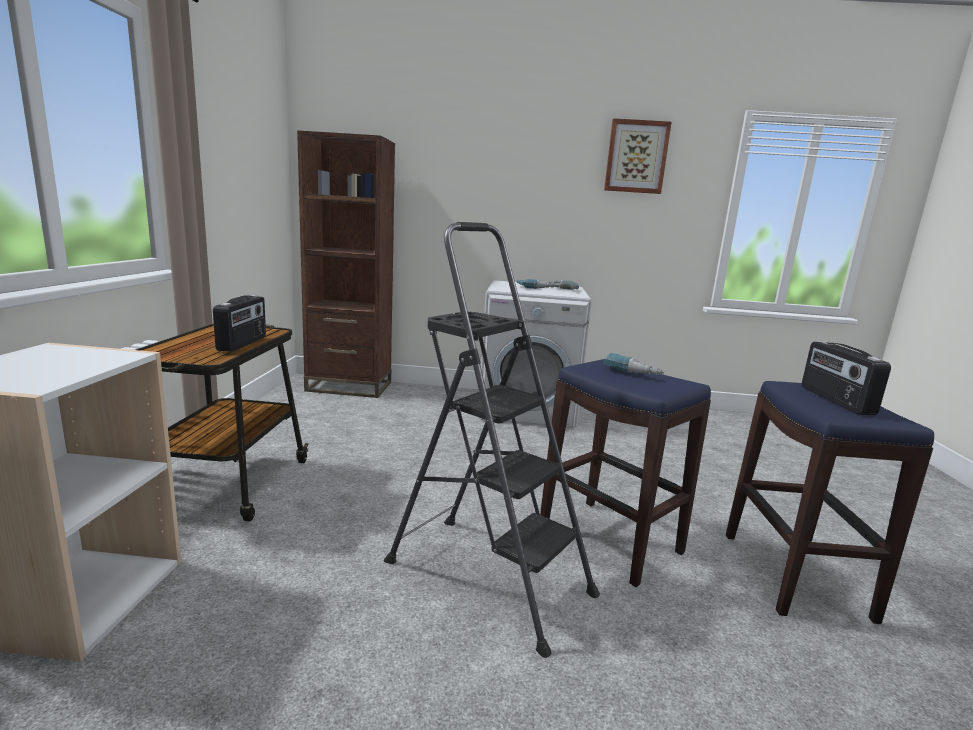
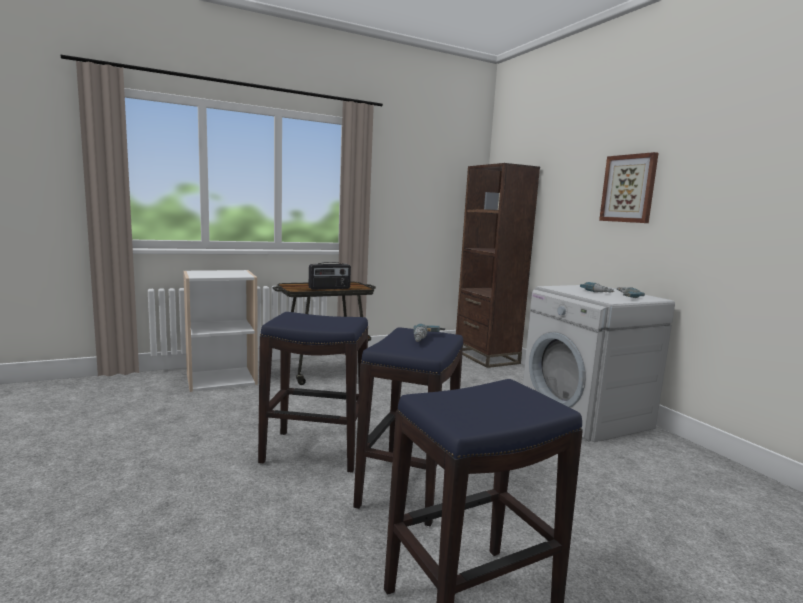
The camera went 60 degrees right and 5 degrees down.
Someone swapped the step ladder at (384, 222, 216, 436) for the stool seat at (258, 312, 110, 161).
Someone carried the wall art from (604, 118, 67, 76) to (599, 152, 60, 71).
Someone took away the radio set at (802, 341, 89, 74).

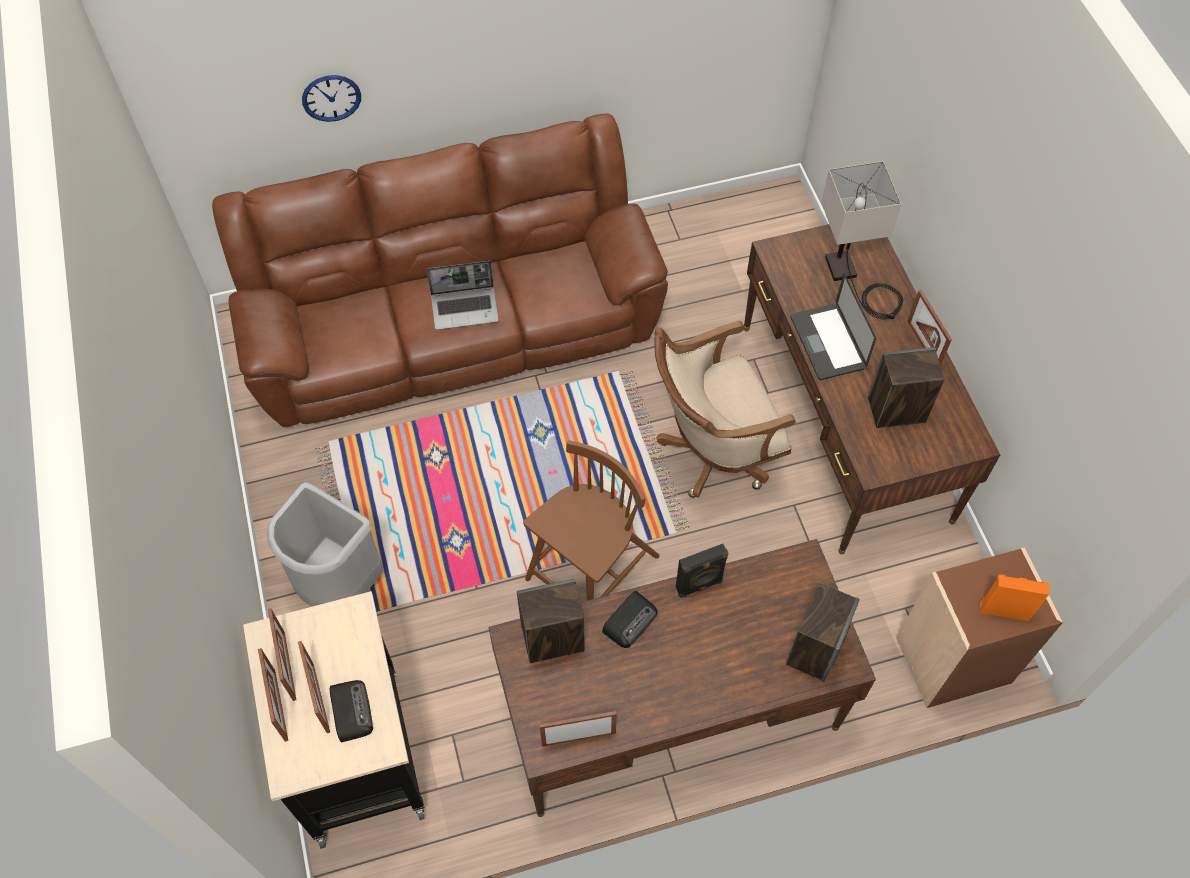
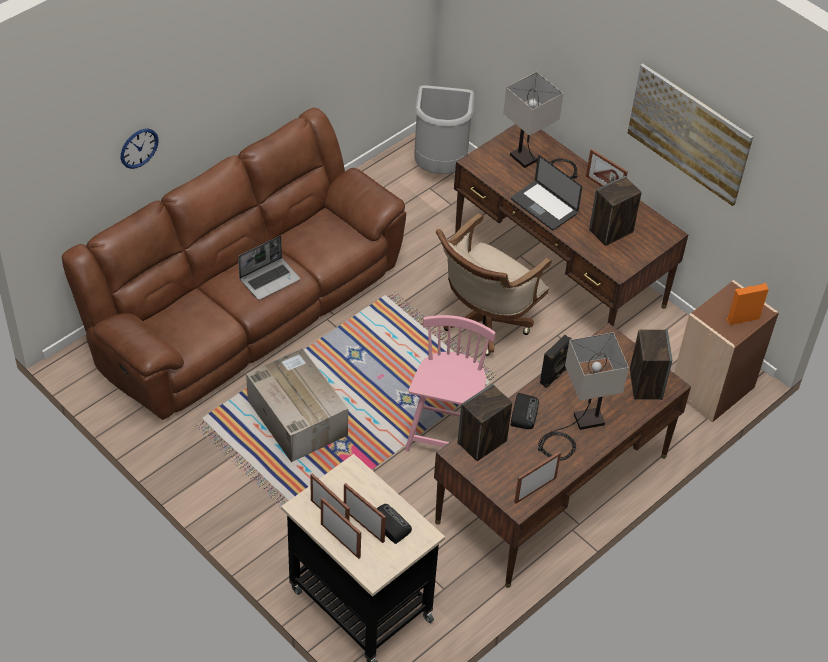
The camera went 30 degrees left and 10 degrees down.
Someone carried the grey waste bin from (267, 482, 116, 125) to (414, 85, 61, 89).
Someone repainted the brownish plain chair at (523, 440, 137, 160), which became the pink-coloured plain chair at (405, 315, 91, 136).
Someone put down the carton at (246, 348, 102, 114).
Someone put down the tabletop lamp at (538, 332, 91, 128).
Someone put up the wall art at (628, 63, 125, 143).

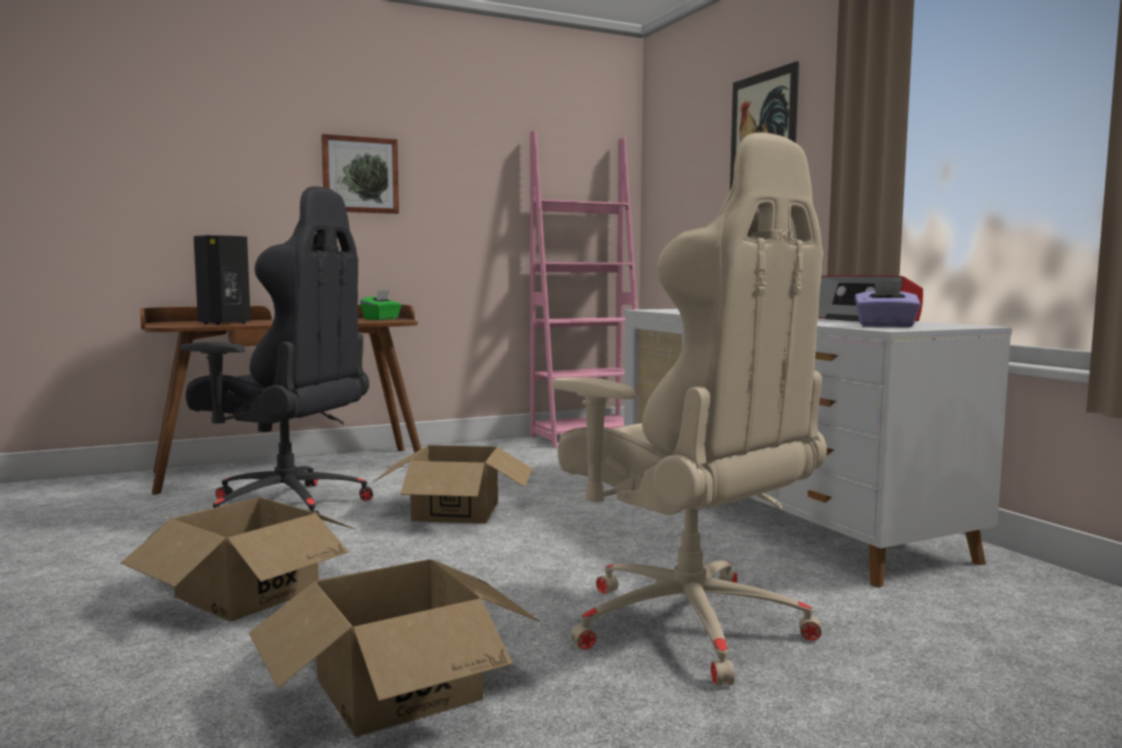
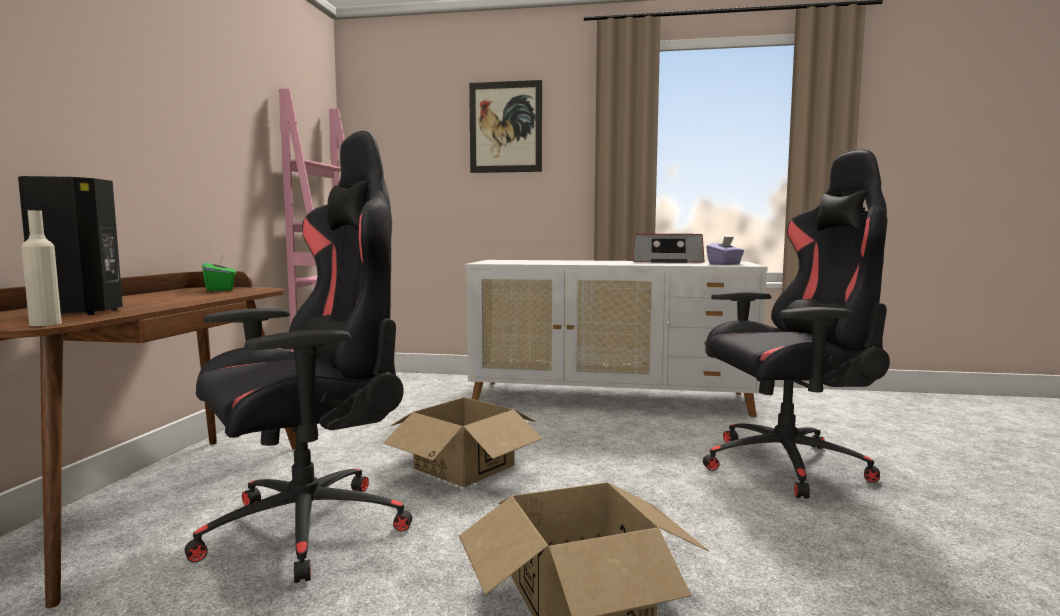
The camera went 55 degrees left and 0 degrees up.
Someone took away the carton at (249, 559, 291, 178).
Someone took away the wall art at (321, 134, 78, 80).
Someone repainted the beige desk chair at (552, 132, 275, 554), which became the black-coloured desk chair at (703, 149, 187, 350).
Someone put down the beige bottle at (21, 210, 41, 116).

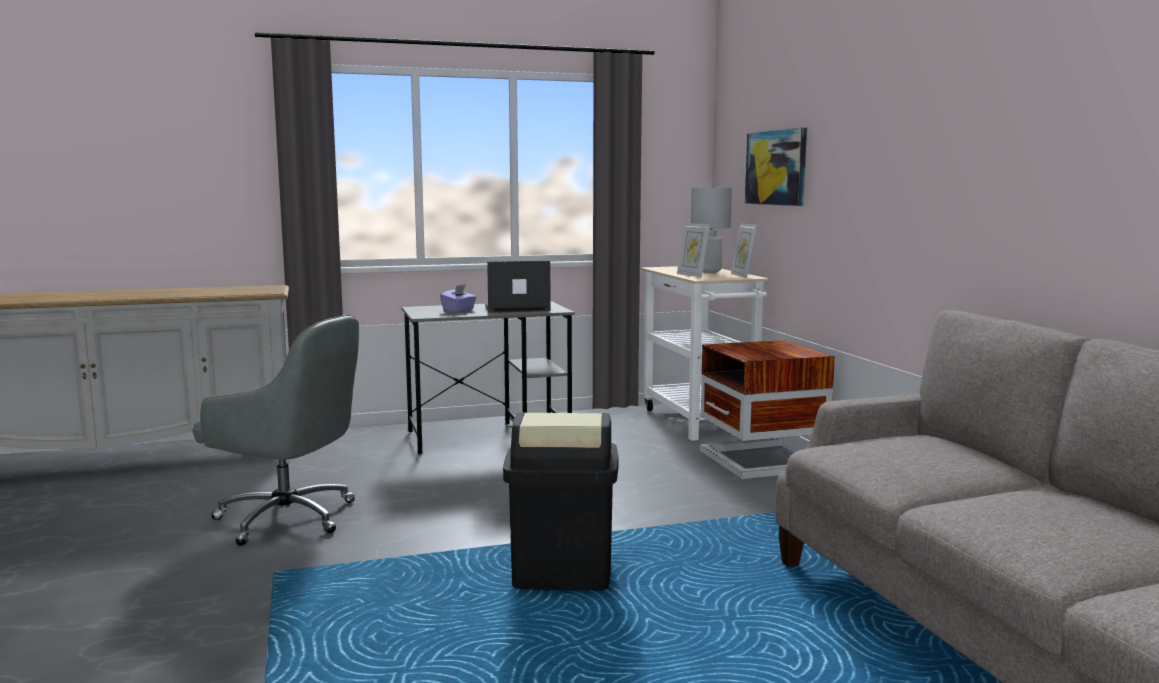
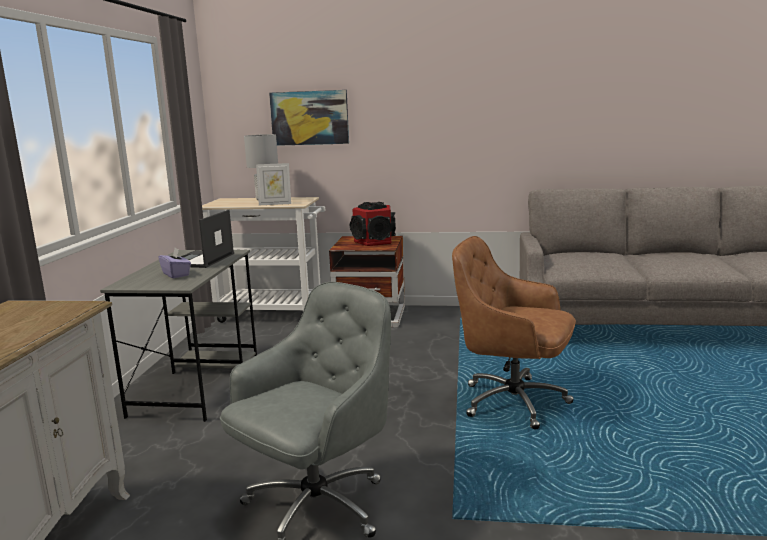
The camera went 65 degrees left and 5 degrees up.
Someone swapped the black-coloured waste bin at (503, 412, 115, 178) for the brownish desk chair at (452, 236, 124, 193).
Someone took away the standing frame at (731, 223, 26, 55).
Someone put down the audio speaker at (350, 202, 46, 44).

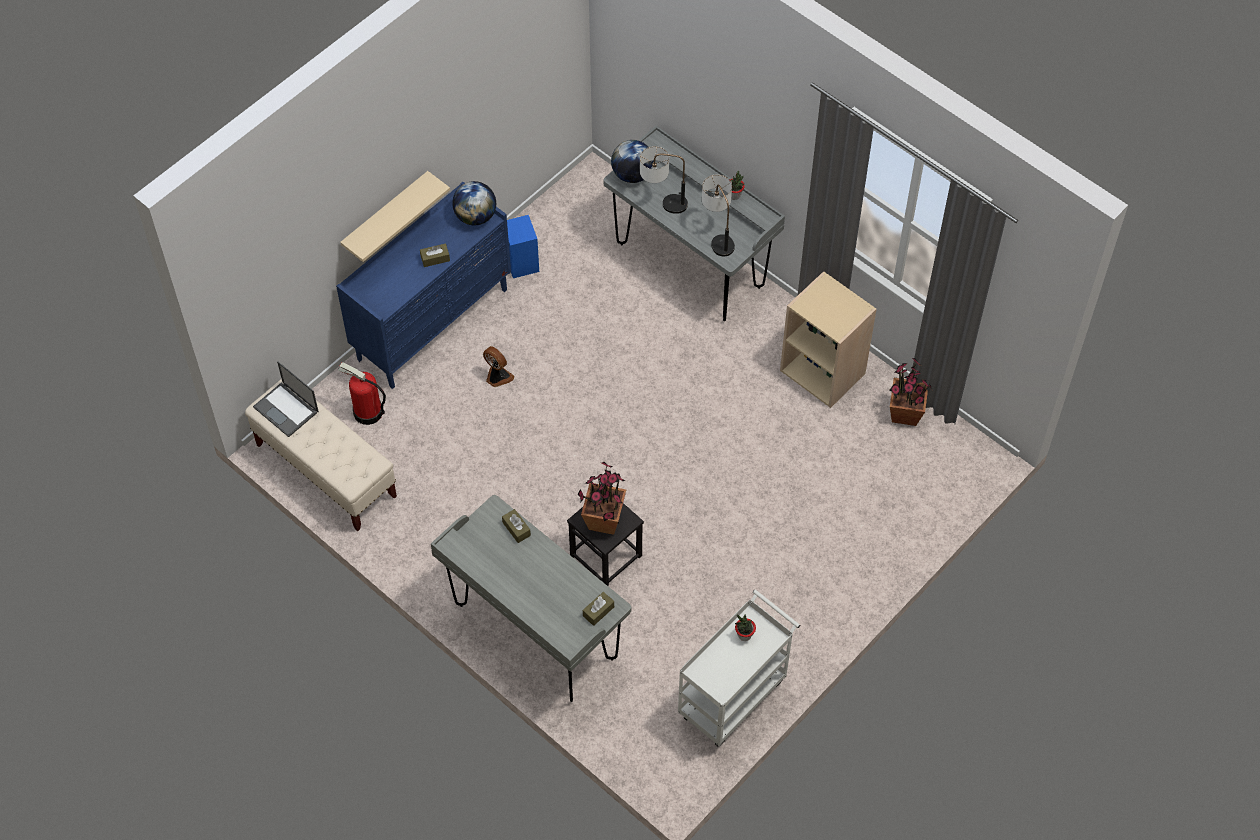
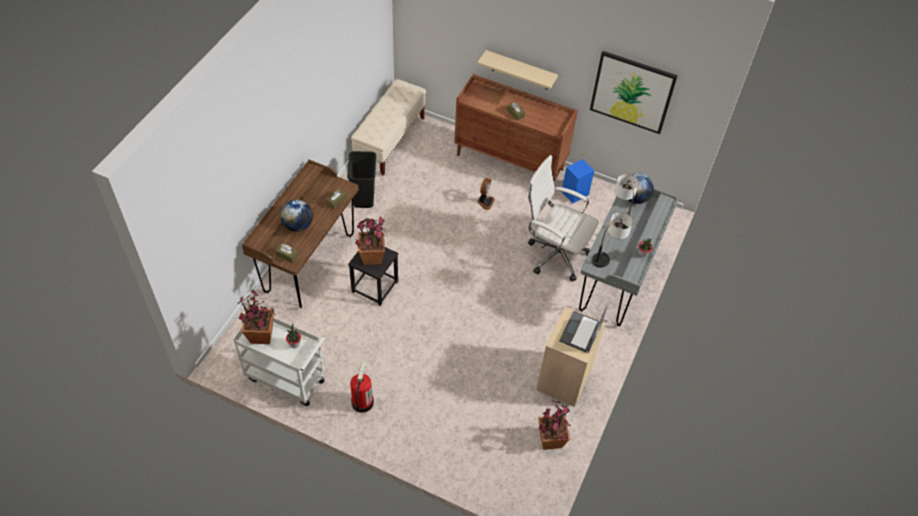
The camera went 70 degrees right and 5 degrees down.
Someone carried the portable computer from (253, 362, 66, 75) to (559, 307, 48, 46).
Someone repainted the bluish cabinet at (336, 182, 175, 207), which became the brownish cabinet at (454, 74, 124, 107).
Someone carried the fire extinguisher from (338, 362, 48, 63) to (350, 360, 24, 53).
Someone repainted the grey desk unit at (431, 495, 200, 207), which became the brownish desk unit at (242, 160, 117, 148).
Someone carried the globe from (452, 181, 44, 44) to (280, 200, 33, 32).
Someone put down the plant in a pot at (238, 290, 37, 54).
Someone put down the black-coloured waste bin at (347, 151, 29, 57).
Someone put down the white-coloured desk chair at (528, 155, 71, 126).
Someone put up the wall art at (590, 51, 88, 83).

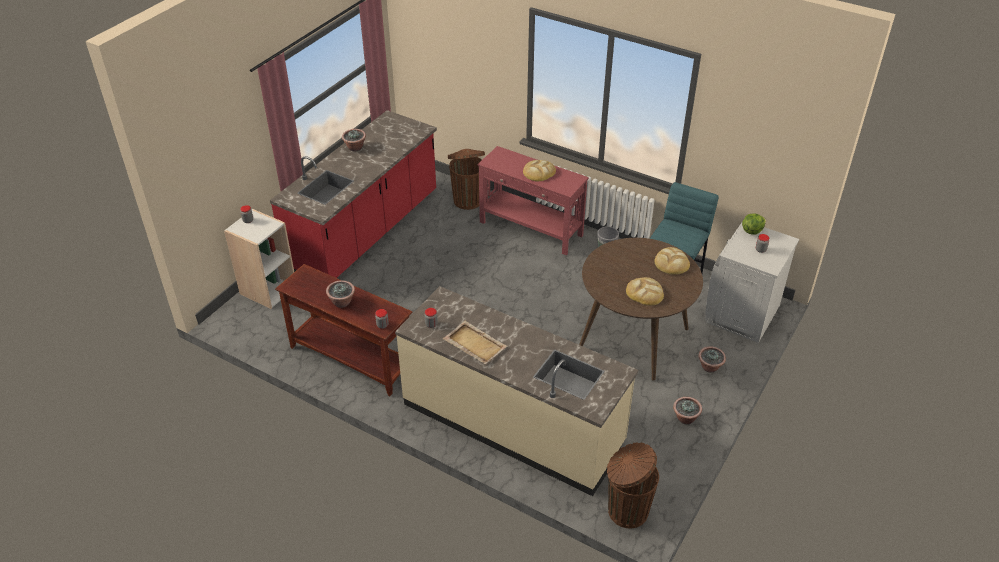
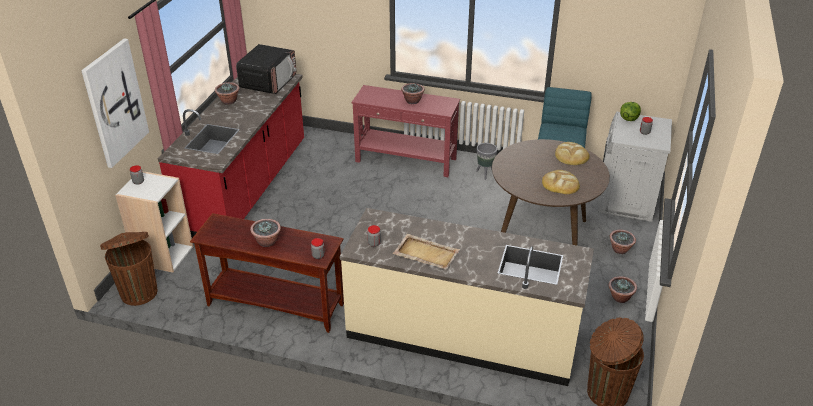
The camera went 15 degrees left and 5 degrees down.
Someone carried the brownish waste bin from (448, 149, 37, 61) to (100, 232, 57, 74).
Someone swapped the bread at (523, 160, 33, 22) for the plant in a pot at (401, 83, 24, 21).
Someone put up the wall art at (81, 38, 68, 130).
Someone put down the microwave at (236, 44, 60, 50).

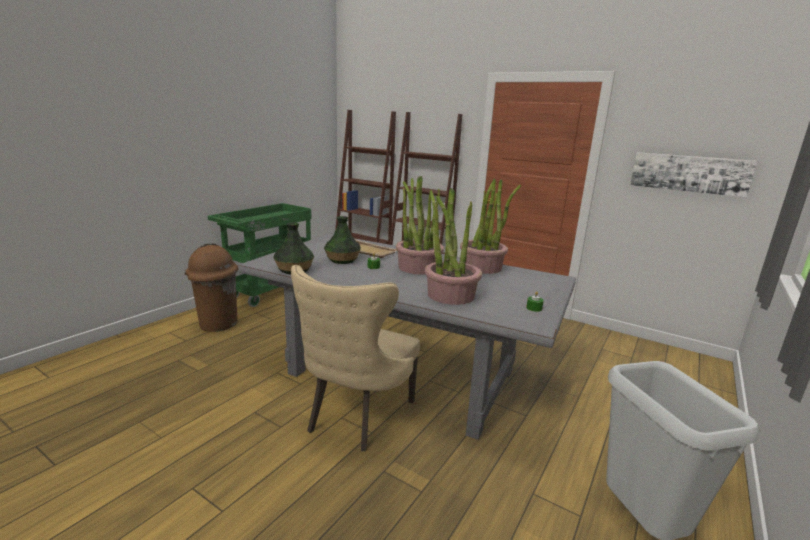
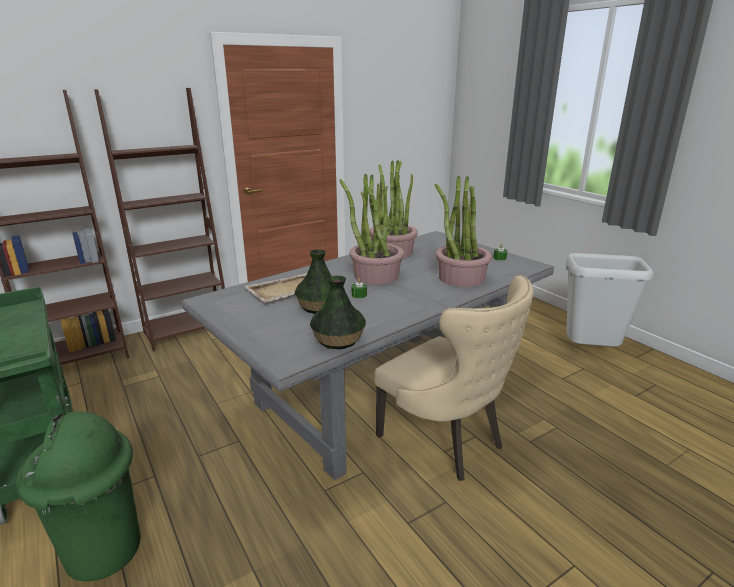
The camera went 65 degrees left and 5 degrees up.
Someone repainted the brownish waste bin at (185, 243, 53, 89), which became the green waste bin at (16, 412, 124, 169).
Someone took away the wall art at (630, 152, 127, 45).

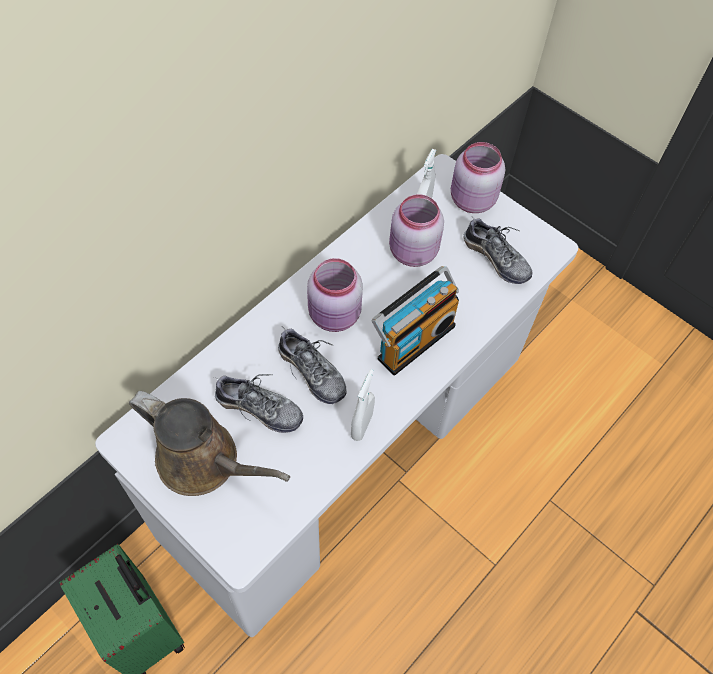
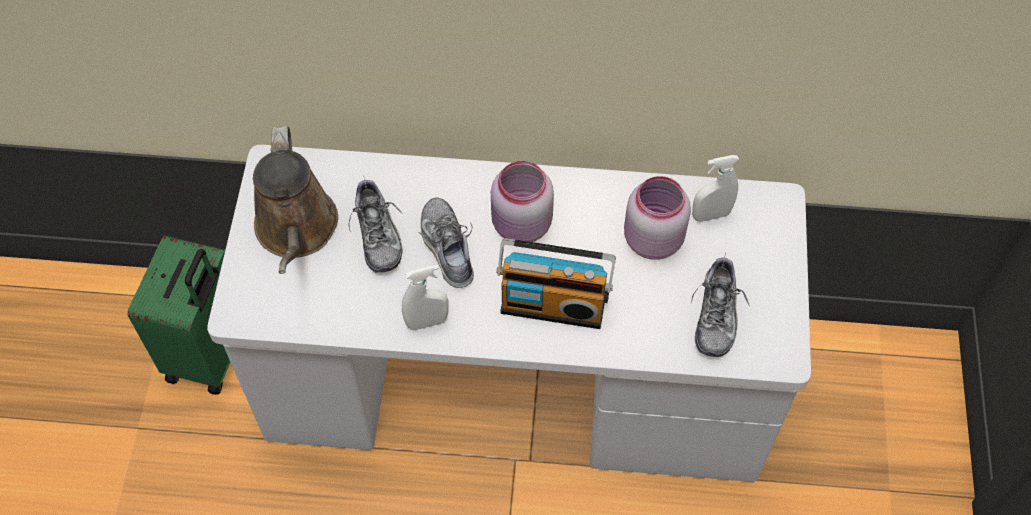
The camera went 55 degrees right and 0 degrees up.
Someone rotated the shoe at (278, 329, 68, 75) by 150 degrees clockwise.
Someone took away the pink-coloured preserve jar at (451, 142, 54, 71).

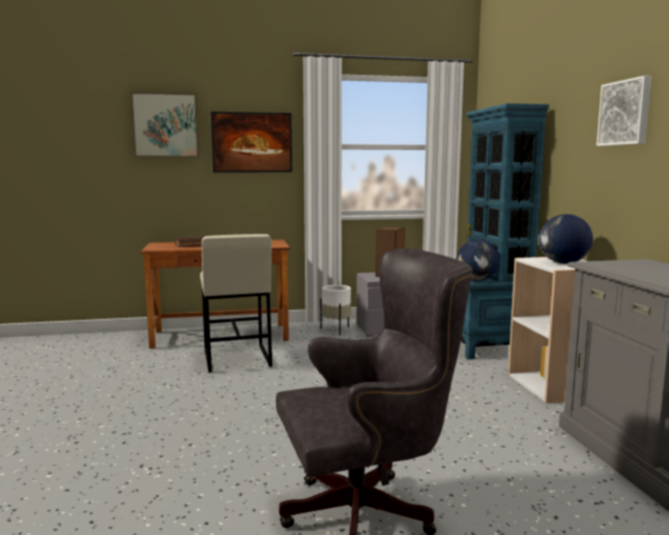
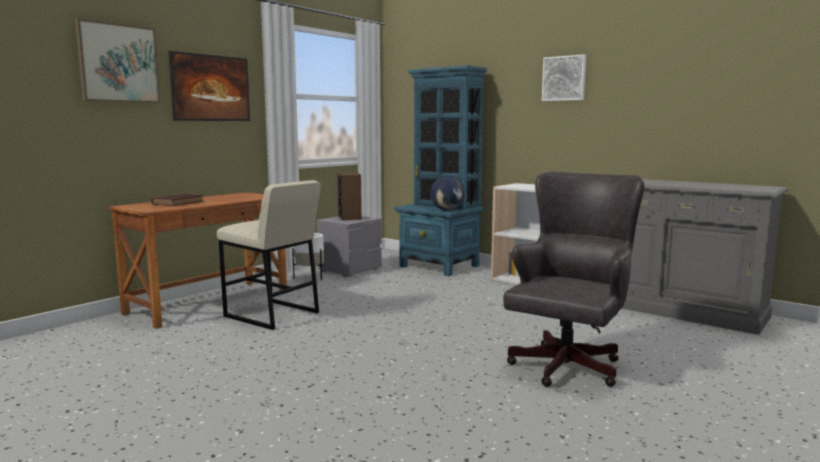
The camera went 40 degrees left and 0 degrees up.
Someone took away the globe at (539, 214, 54, 50).

